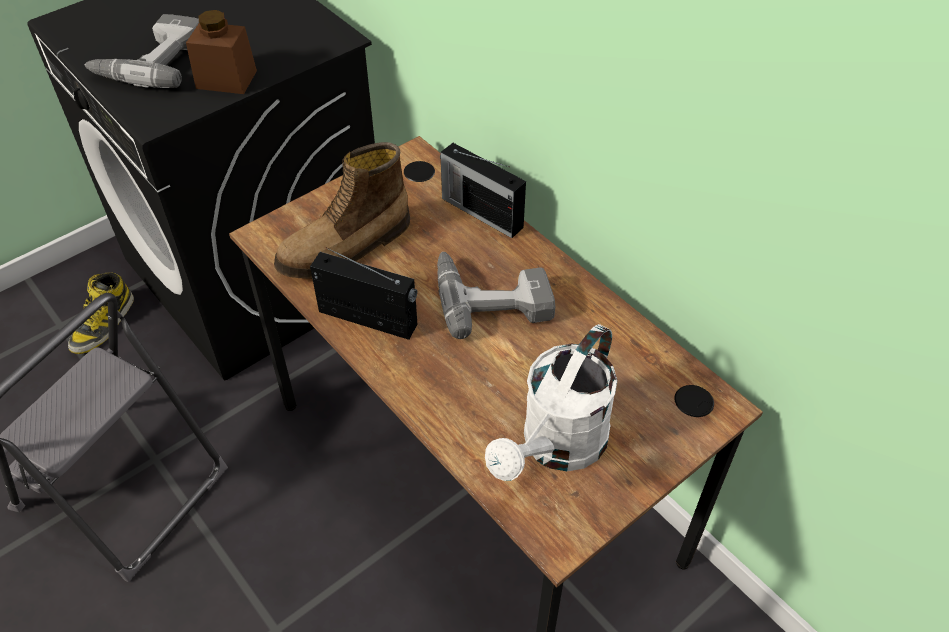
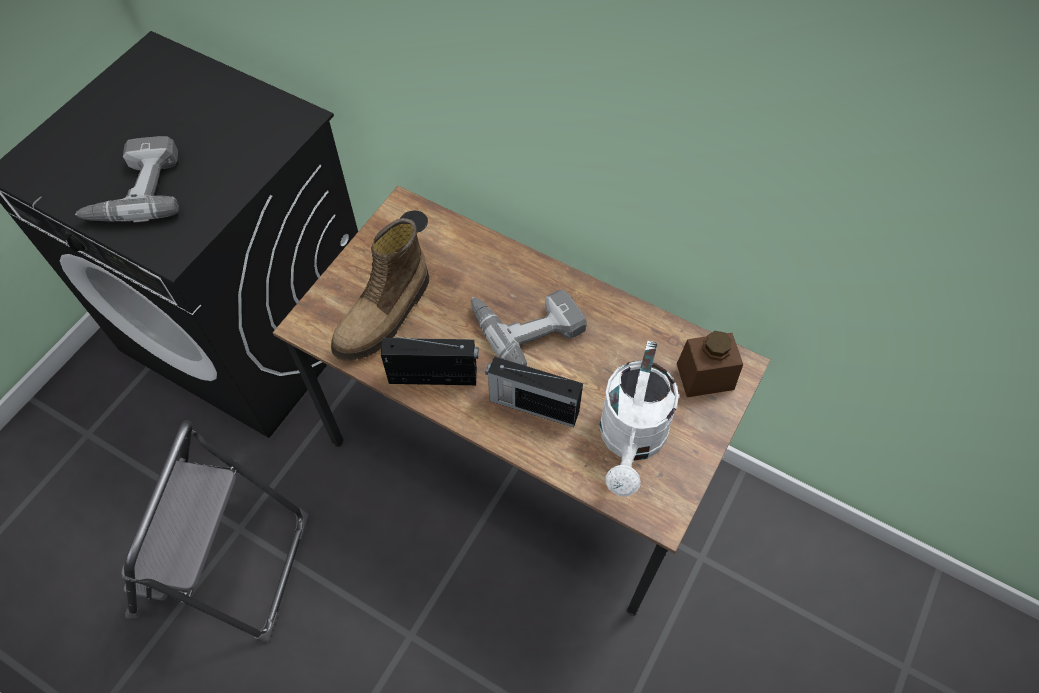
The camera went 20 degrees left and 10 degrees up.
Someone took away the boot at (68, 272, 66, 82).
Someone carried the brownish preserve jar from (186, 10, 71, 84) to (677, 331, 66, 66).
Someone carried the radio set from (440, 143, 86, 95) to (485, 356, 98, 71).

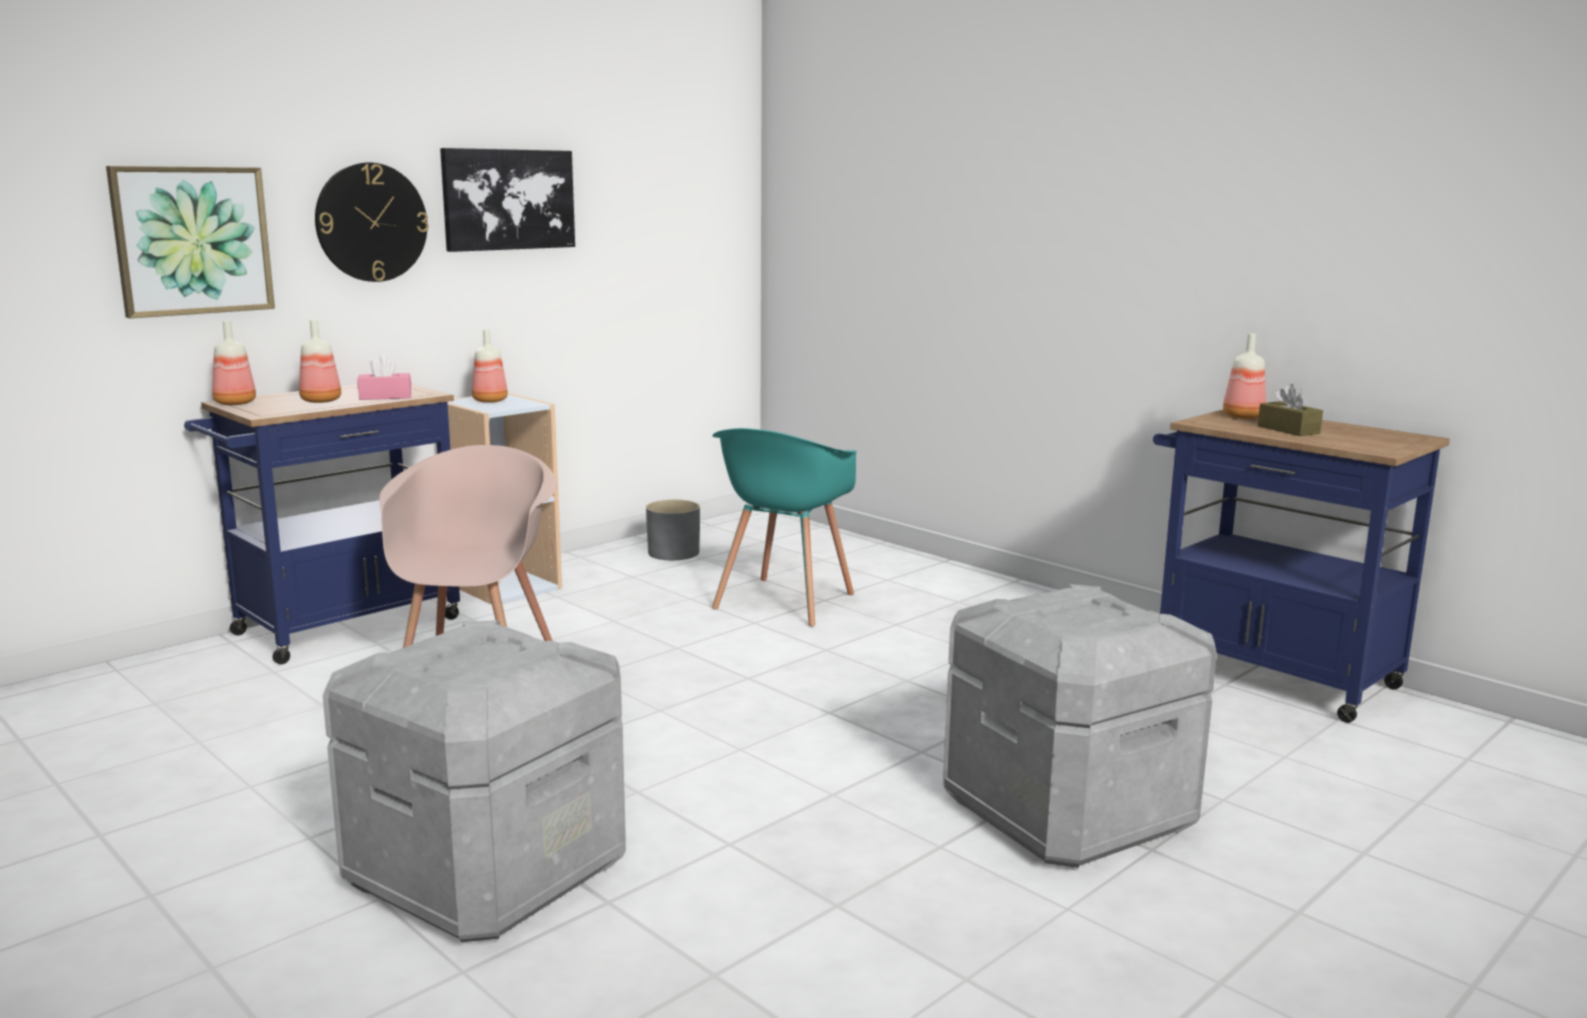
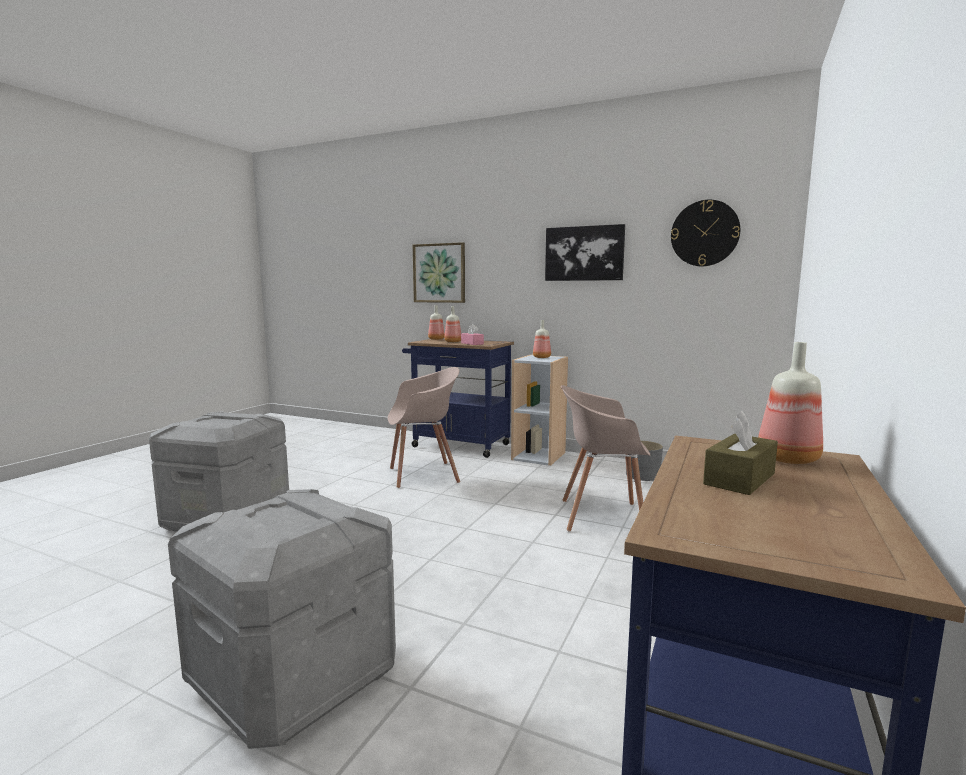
The camera went 70 degrees right and 5 degrees down.
Someone carried the hanging clock from (315, 162, 114, 120) to (671, 200, 69, 66).
Someone repainted the turquoise-coloured plain chair at (712, 428, 145, 199), which became the beige plain chair at (561, 385, 89, 146).

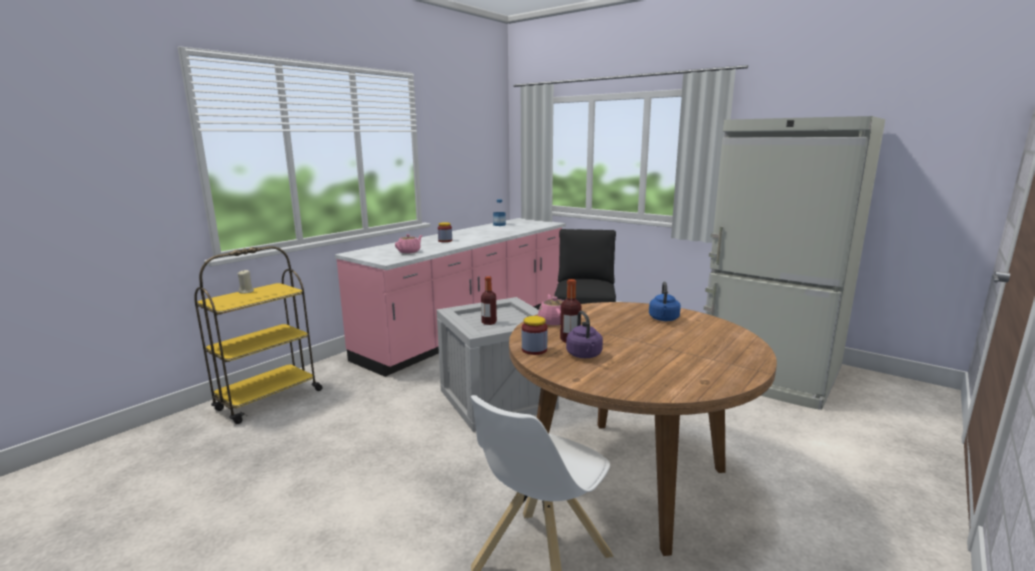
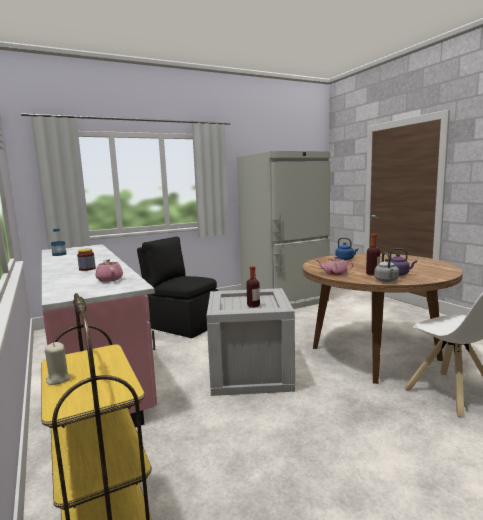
The camera went 65 degrees left and 5 degrees down.
Someone swapped the preserve jar at (522, 316, 25, 39) for the grey water kettle at (374, 252, 25, 30).

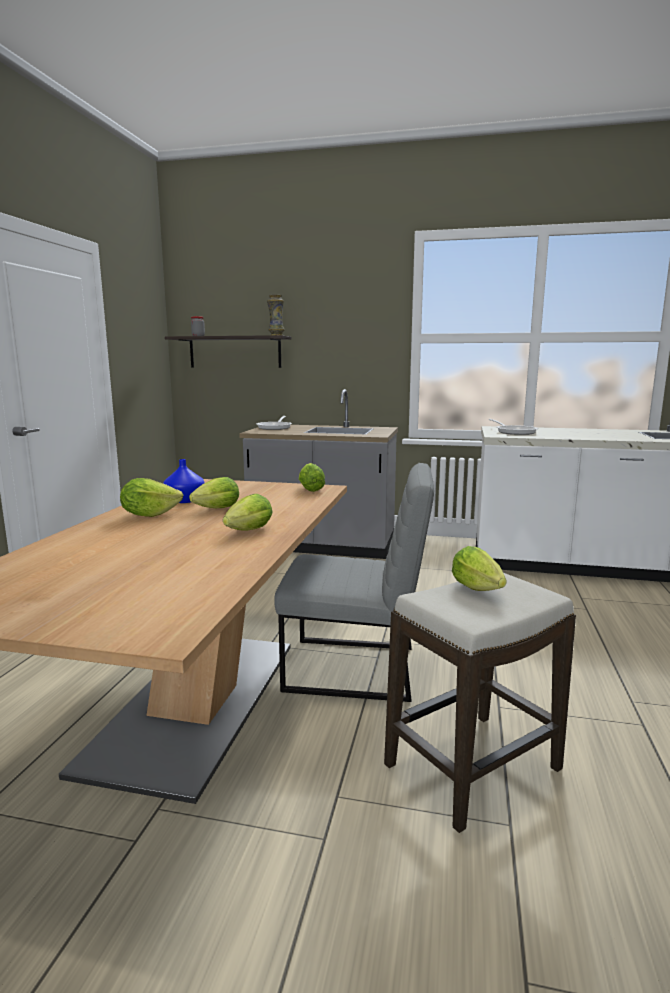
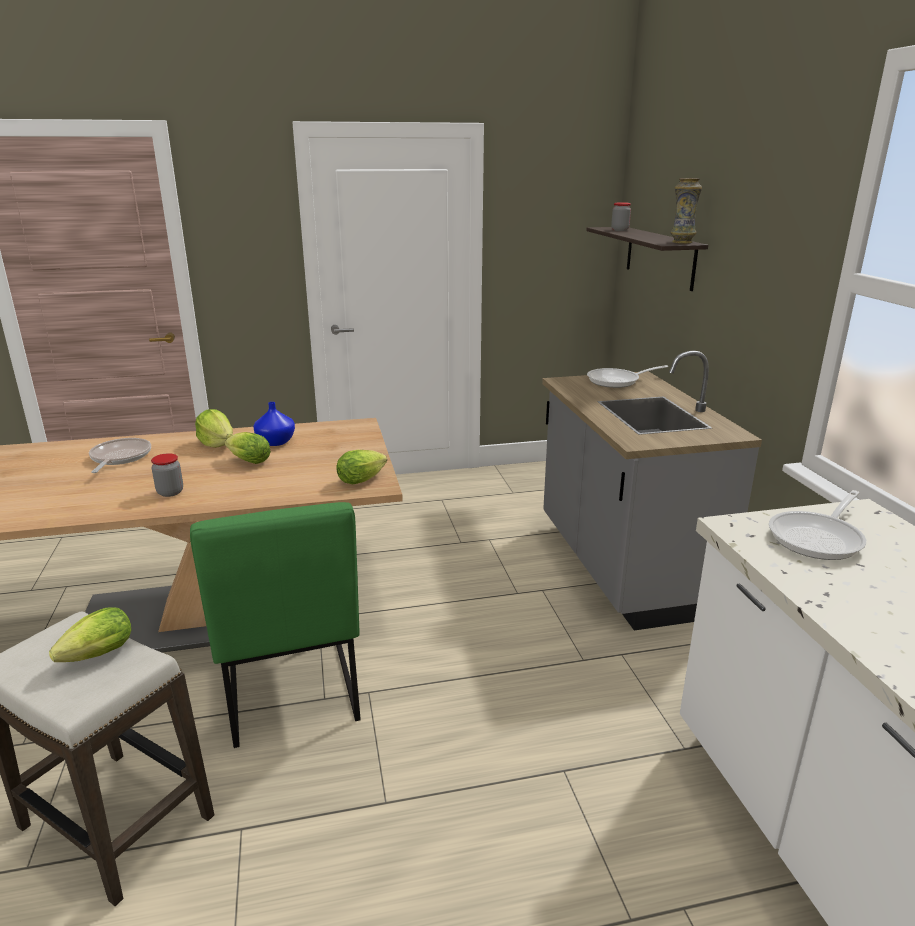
The camera went 65 degrees right and 10 degrees up.
Someone swapped the lettuce head at (223, 494, 50, 36) for the preserve jar at (151, 453, 32, 44).
Someone repainted the grey plain chair at (274, 463, 160, 239), which became the green plain chair at (190, 502, 171, 246).
Someone put down the frying pan at (89, 438, 62, 35).

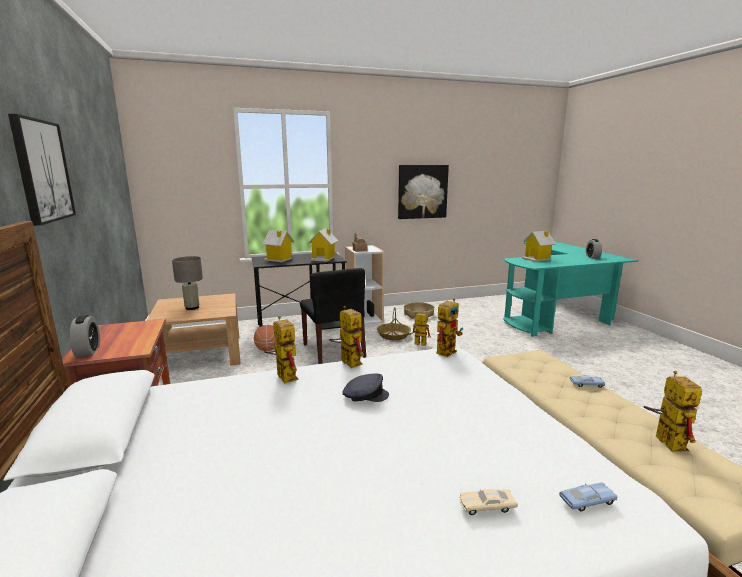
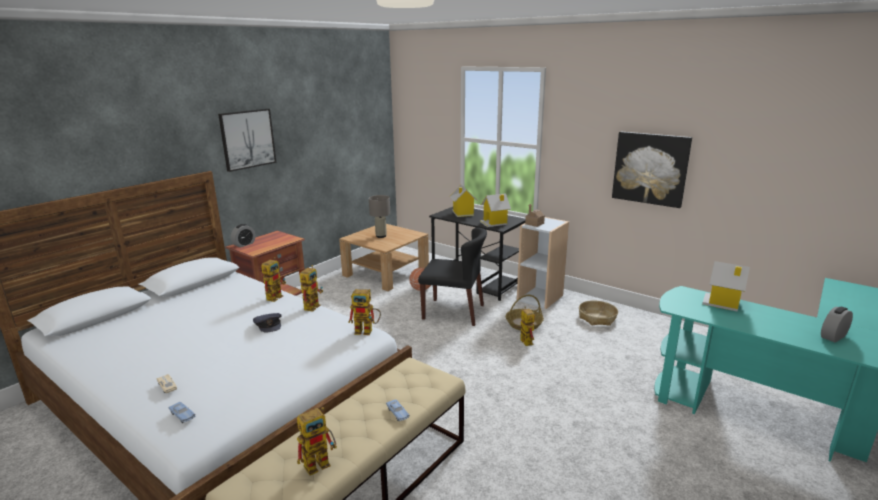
The camera went 55 degrees right and 5 degrees up.
Someone rotated the black-coloured plain chair at (300, 268, 66, 96) by 105 degrees counterclockwise.

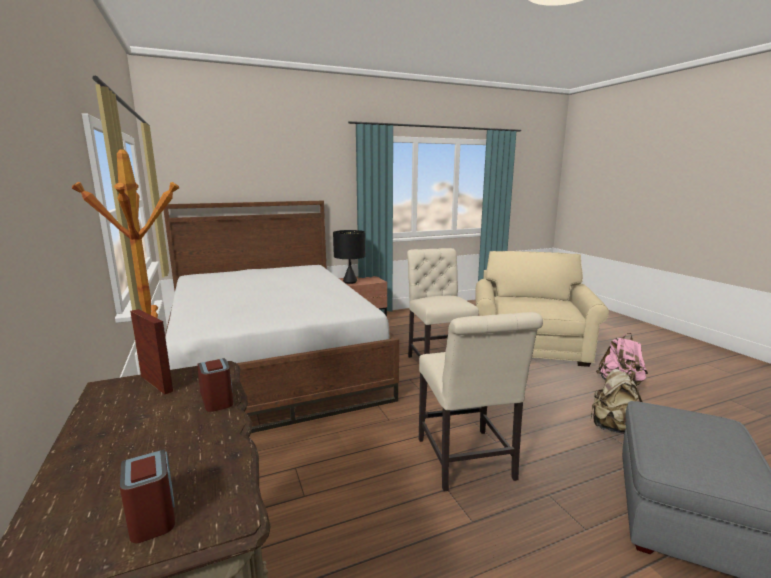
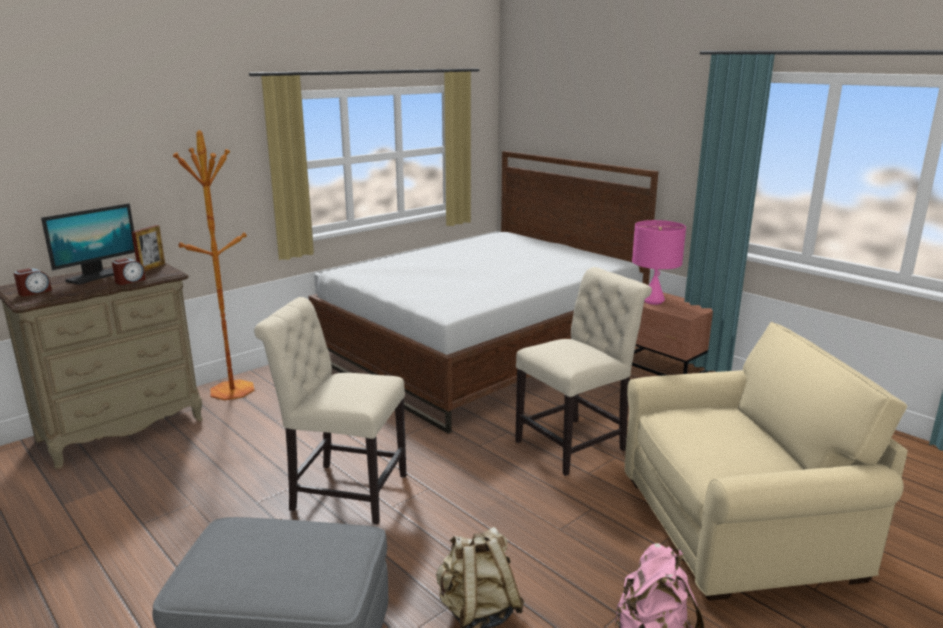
The camera went 70 degrees right and 5 degrees up.
Someone repainted the black-coloured tabletop lamp at (333, 230, 32, 54), which became the pink-coloured tabletop lamp at (632, 220, 54, 85).
Someone rotated the beige plain chair at (419, 312, 124, 179) by 45 degrees clockwise.
Someone put down the computer screen at (41, 203, 94, 82).

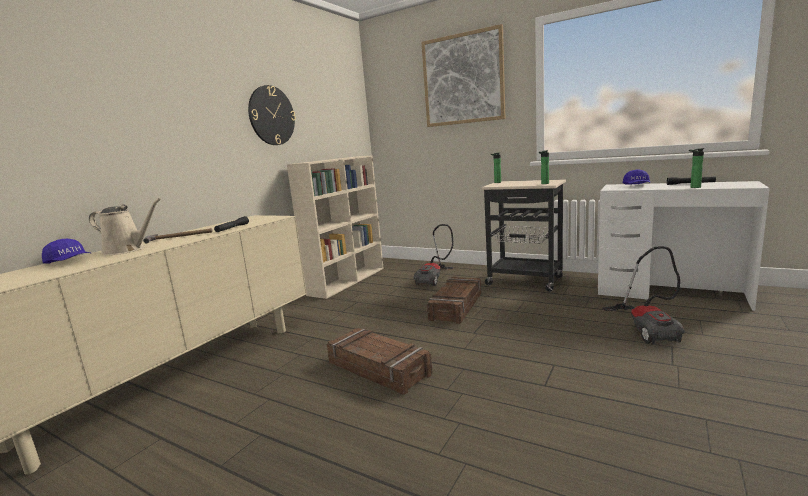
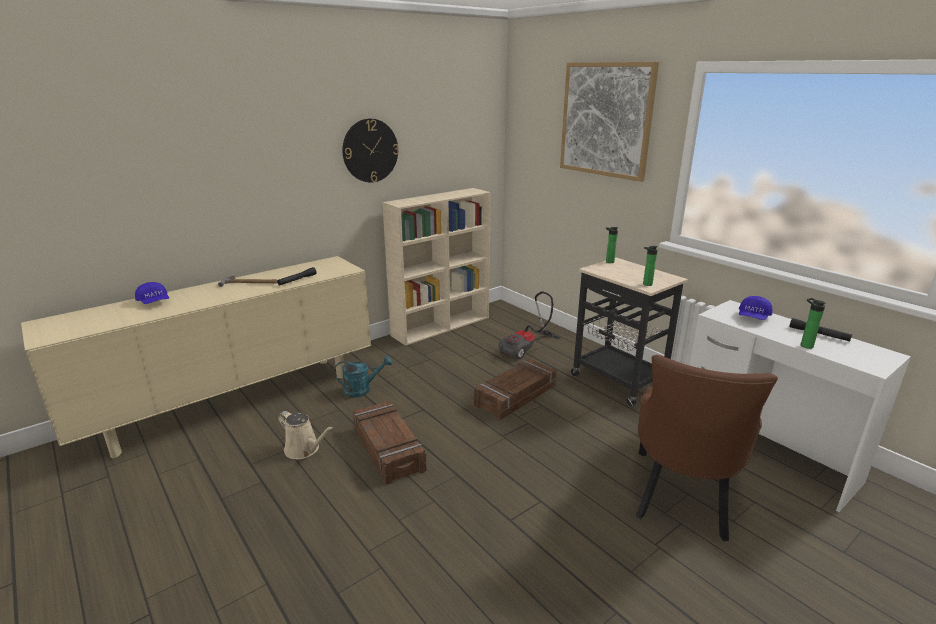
The camera went 20 degrees right and 10 degrees up.
Someone carried the beige sprinkling can from (89, 198, 72, 57) to (278, 411, 55, 48).
Someone swapped the hoover at (602, 246, 83, 98) for the brownish plain chair at (636, 355, 142, 186).
Someone put down the turquoise-coloured sprinkling can at (334, 356, 58, 42).

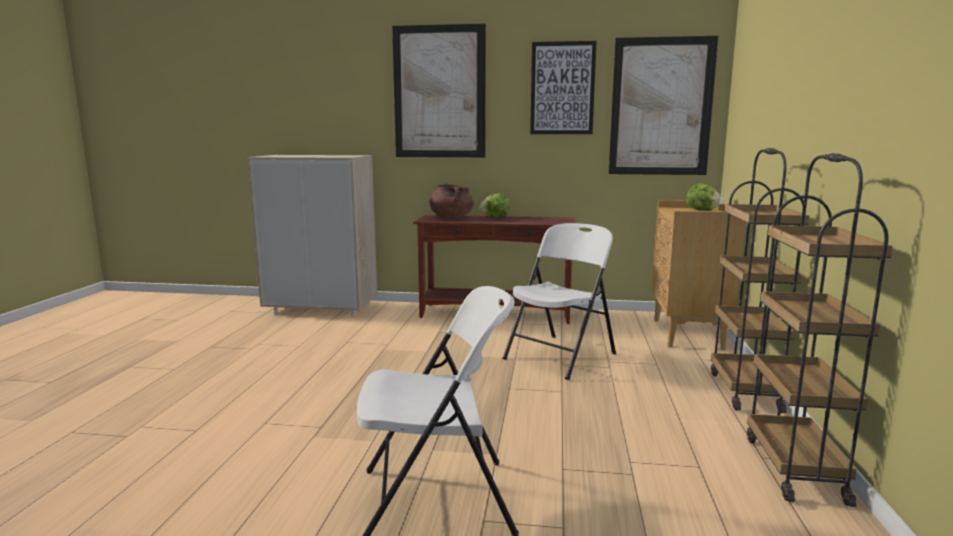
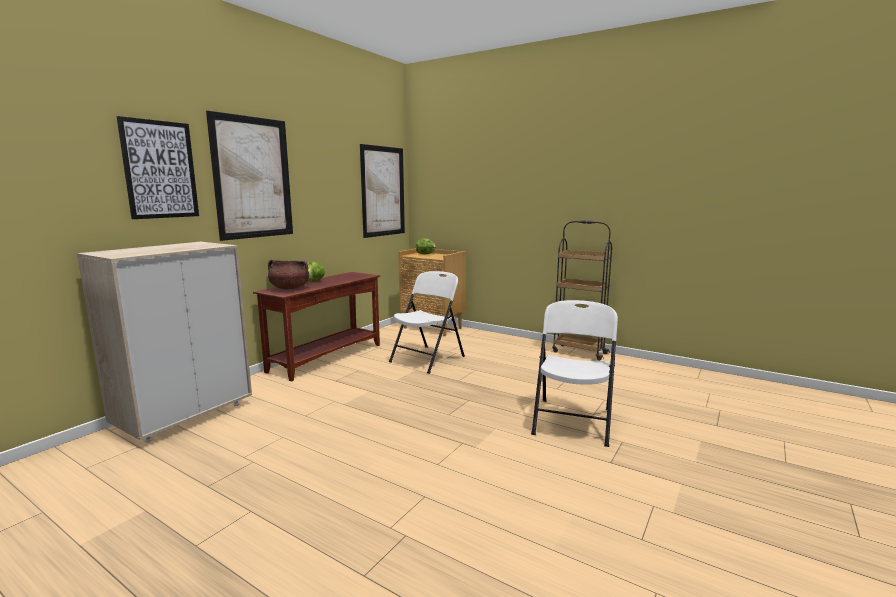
The camera went 65 degrees left and 0 degrees up.
Someone rotated the white-coloured plain chair at (502, 223, 114, 157) by 60 degrees clockwise.
Someone carried the wall art from (530, 41, 67, 93) to (116, 116, 83, 103).
Someone took away the brownish trolley at (710, 148, 99, 265).

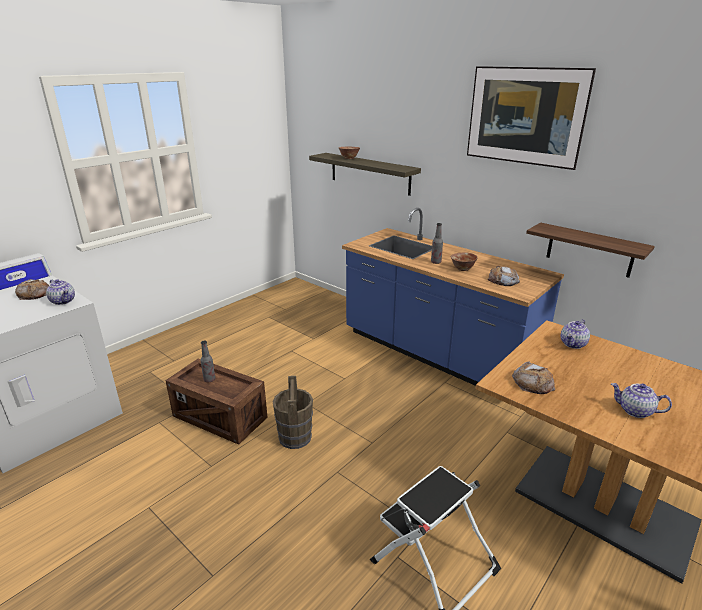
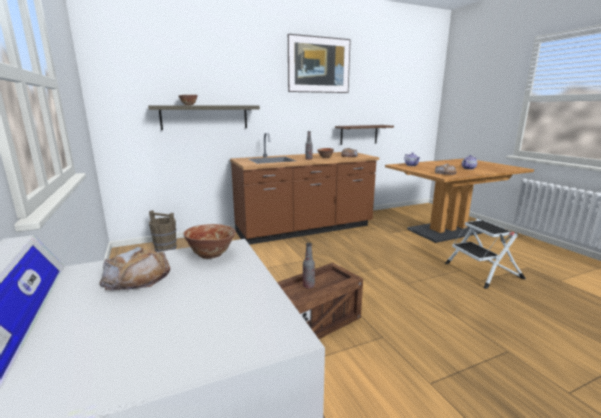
The camera went 65 degrees left and 10 degrees down.
Someone swapped the pot for tea at (46, 279, 29, 26) for the deep dish at (183, 224, 53, 35).
Someone carried the brownish bucket from (273, 376, 40, 73) to (149, 210, 28, 42).
Someone repainted the bluish kitchen counter at (342, 208, 222, 178), which became the brownish kitchen counter at (230, 132, 149, 113).

